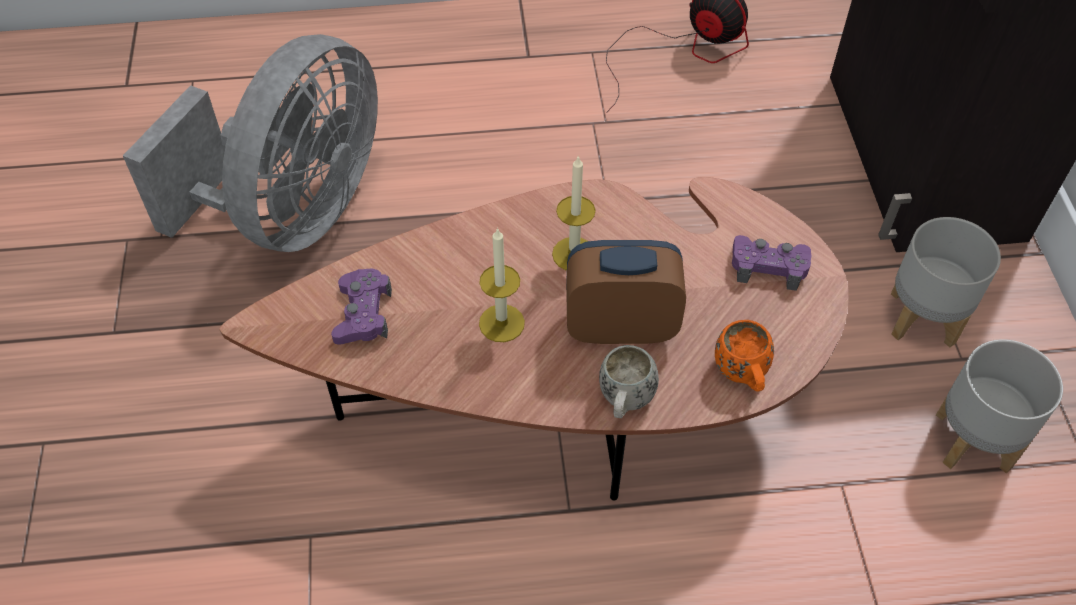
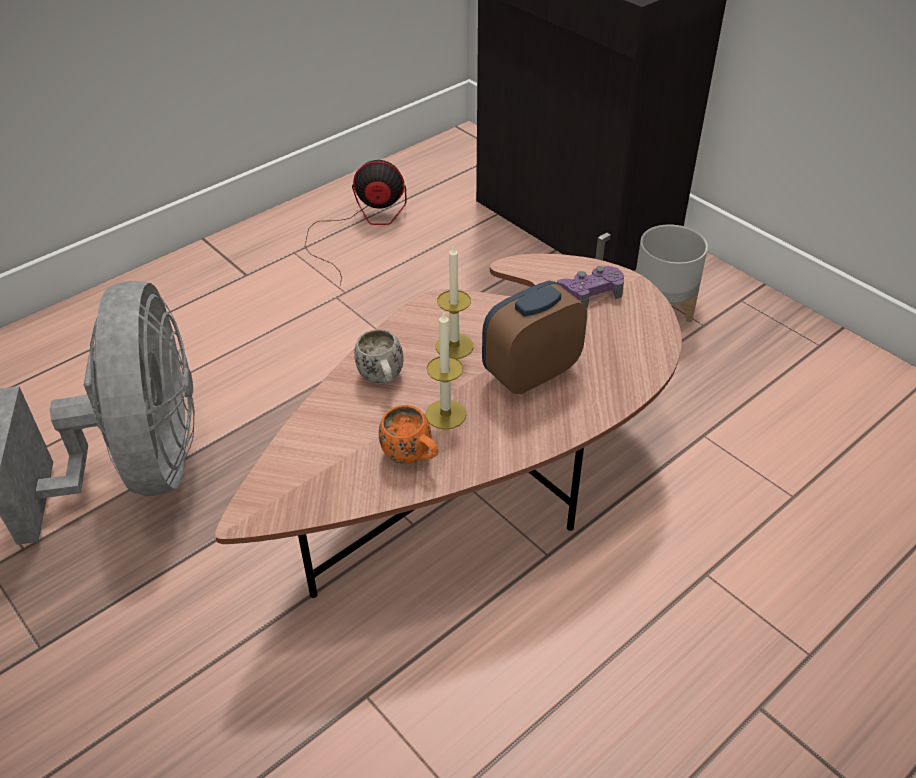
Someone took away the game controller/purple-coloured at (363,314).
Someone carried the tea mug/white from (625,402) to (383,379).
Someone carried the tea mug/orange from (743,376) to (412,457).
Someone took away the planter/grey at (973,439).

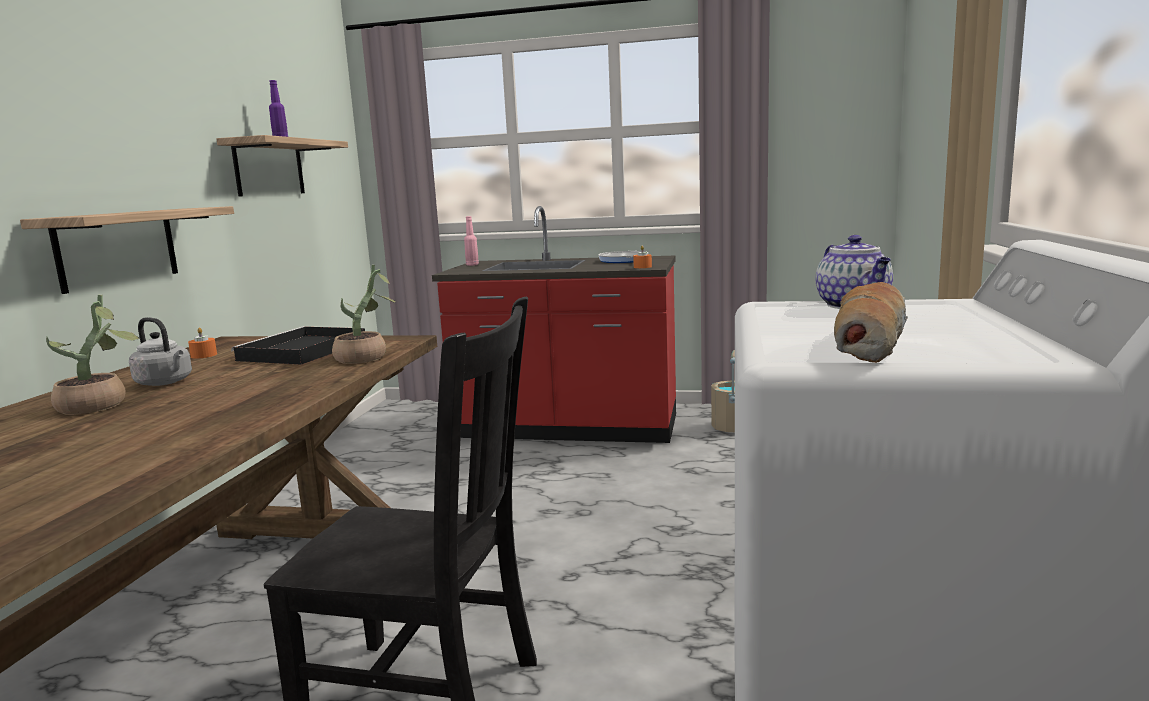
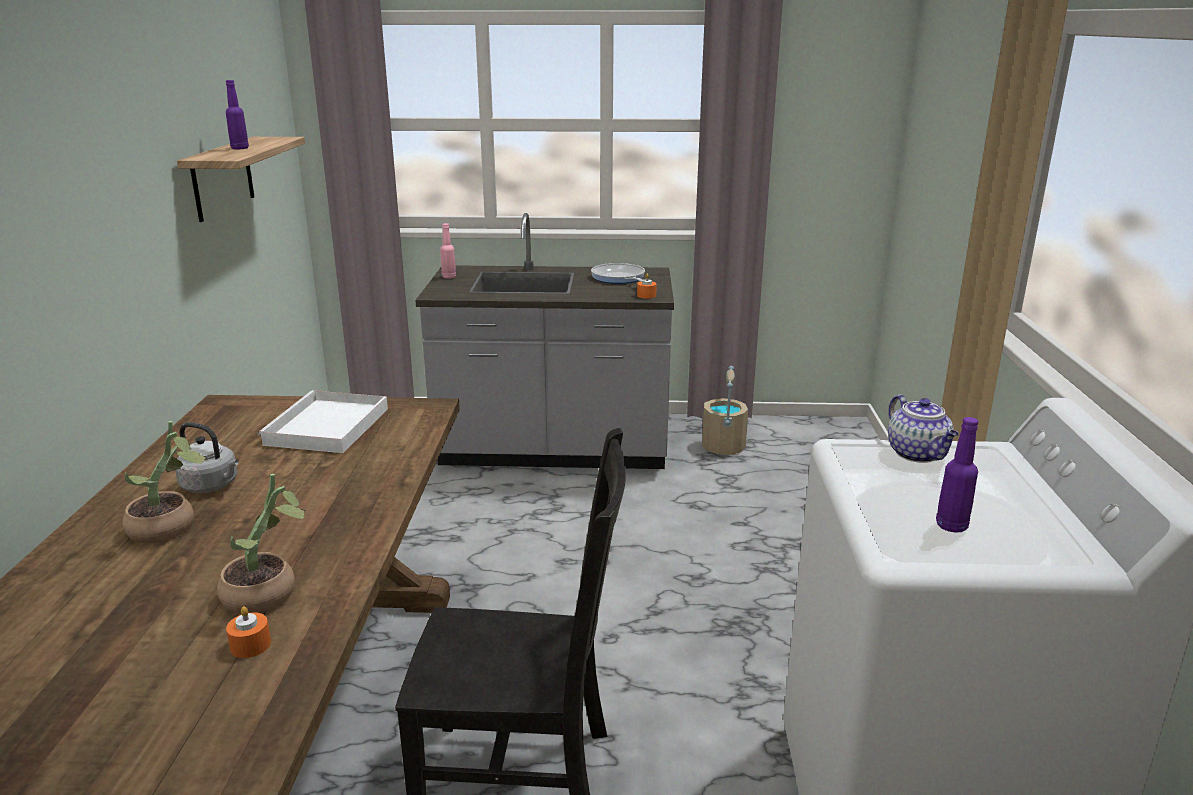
Someone took away the bracket shelf at (117,248).
Someone carried the candle/orange from (204,355) to (250,645).
Someone repainted the tray/black-coloured at (302,351), which became the tray/white at (327,427).
Someone carried the plant in a pot from (367,357) to (269,594).
Someone repainted the counter/red-coloured at (567,429), which became the counter/grey at (553,451).
Someone swapped the bread at (869,341) for the beverage bottle/purple-coloured at (951,526).

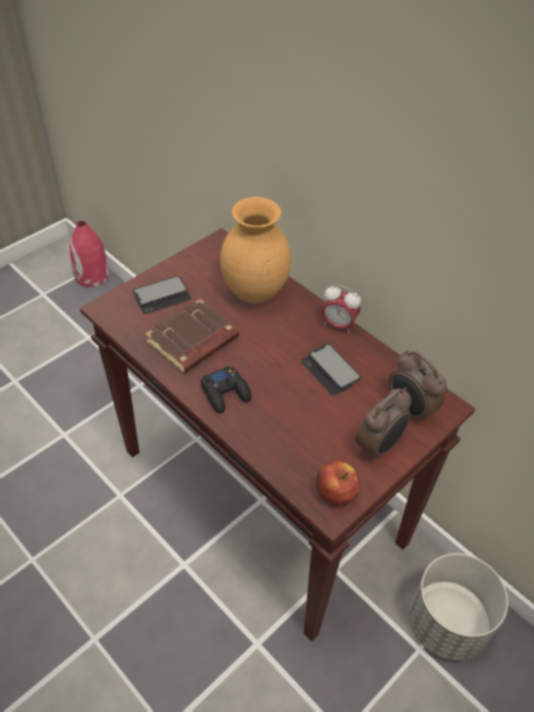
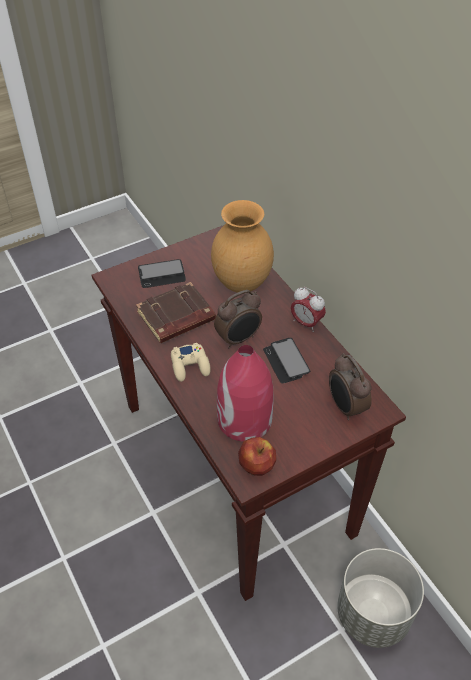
Someone carried the flower vase/red-coloured from (92,276) to (244,419).
Someone repainted the game controller/black-coloured at (226,393), which became the game controller/sand-coloured at (190,365).
Someone carried the table clock from (379,446) to (239,339).

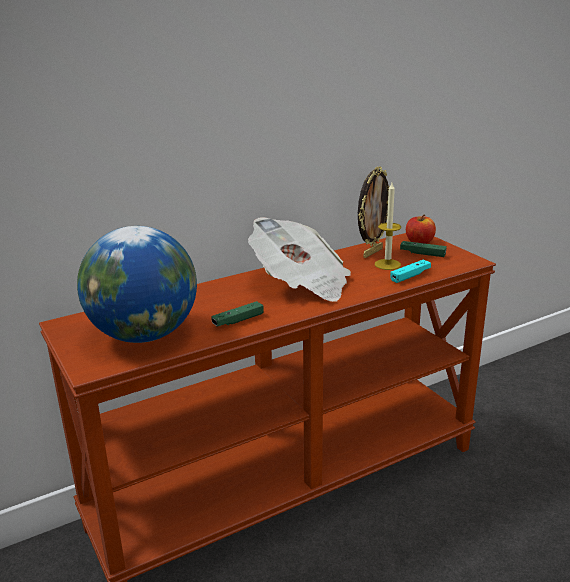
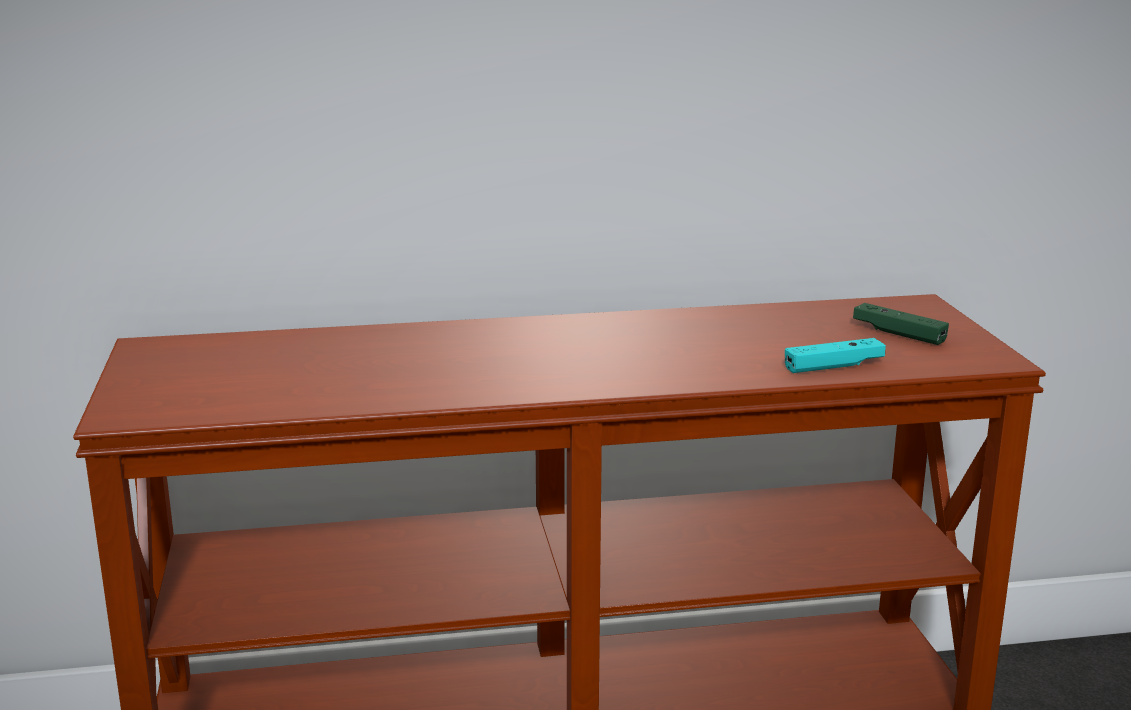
Someone took away the globe at (144,335).
Someone took away the game controller/greenish at (238,320).
Someone took away the daily paper at (301,284).
Someone took away the standing frame at (372,252).
Someone took away the candle at (387,264).
Someone took away the apple at (419,242).

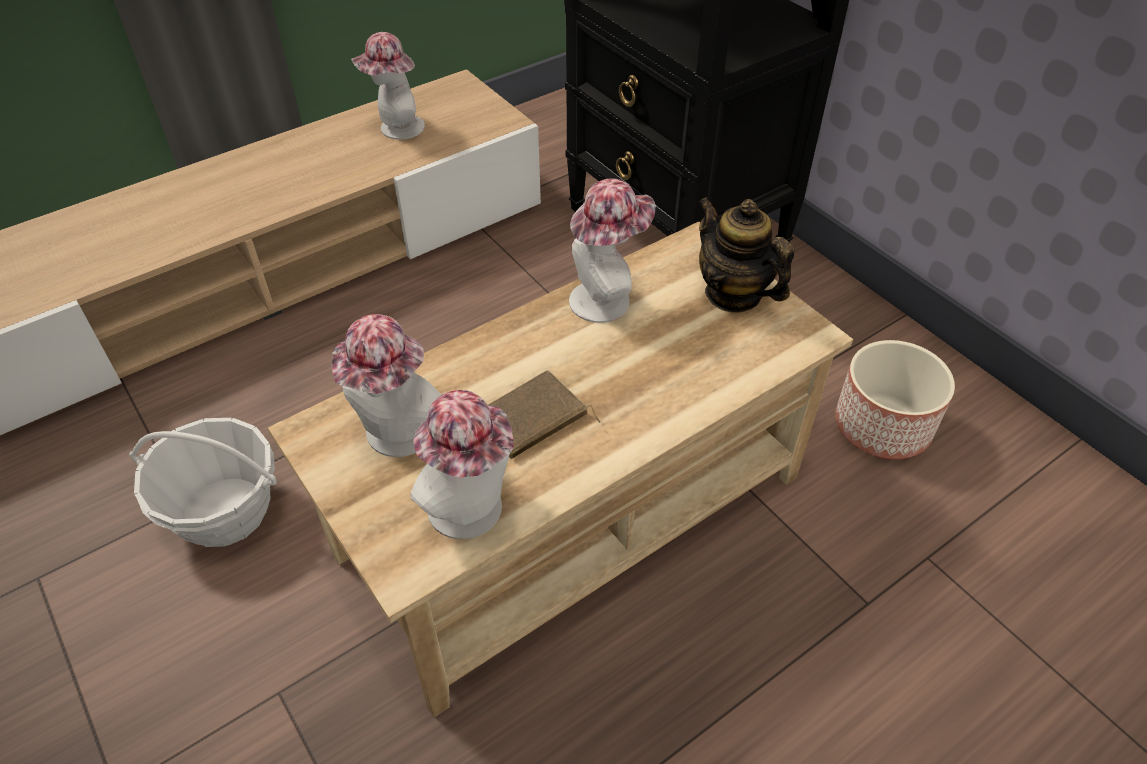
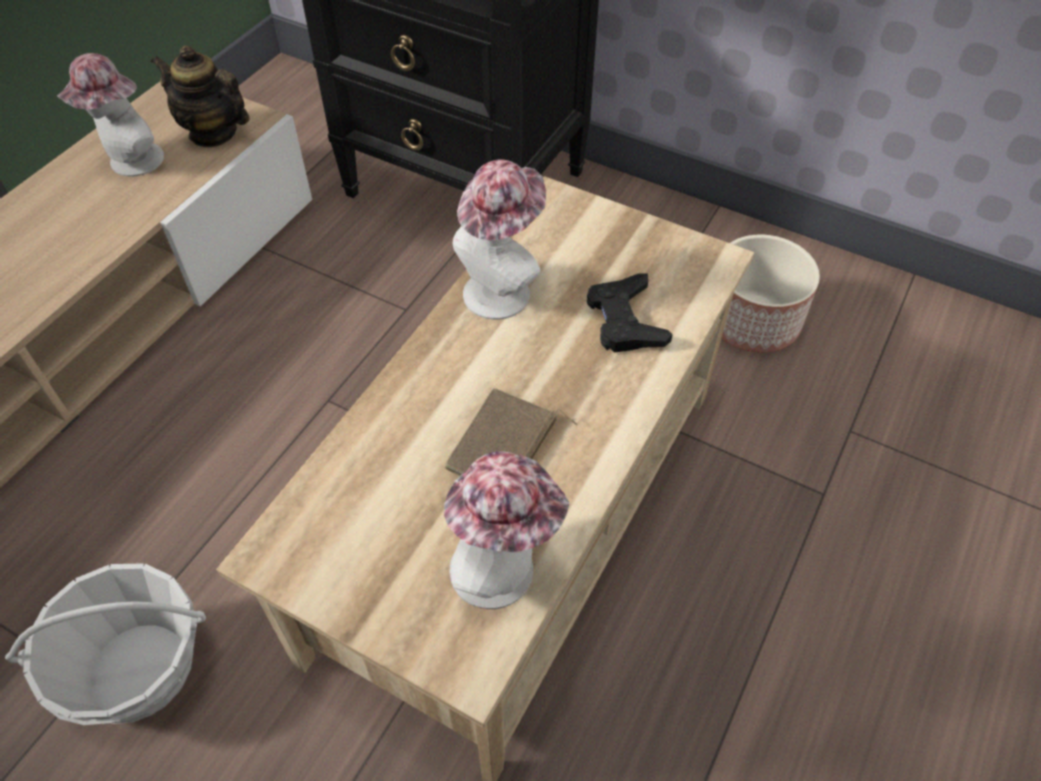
Someone took away the clothing hat at (397,437).
Someone carried the pot for tea from (733,294) to (213,133).
Someone put down the game controller/black-coloured at (625,320).

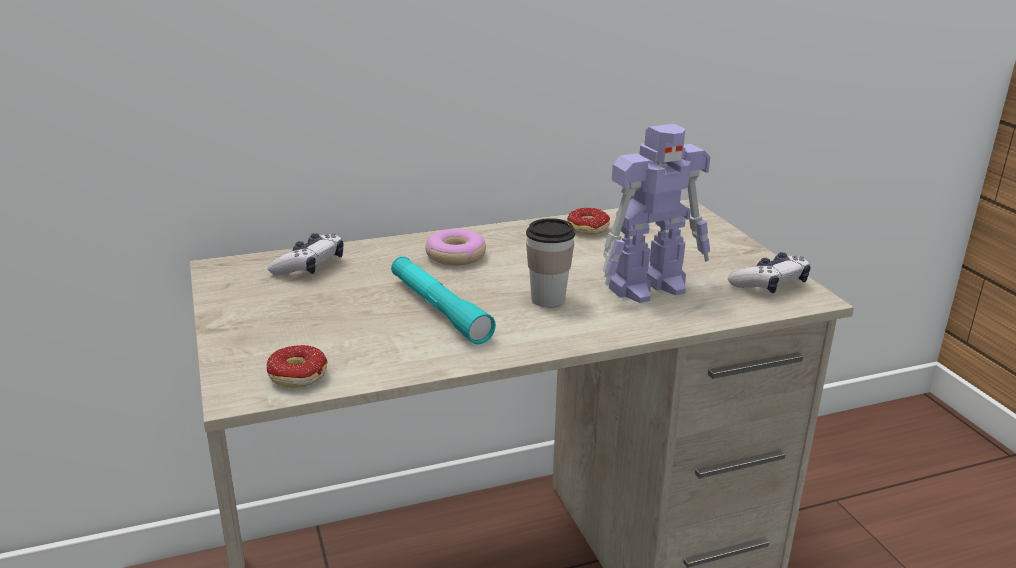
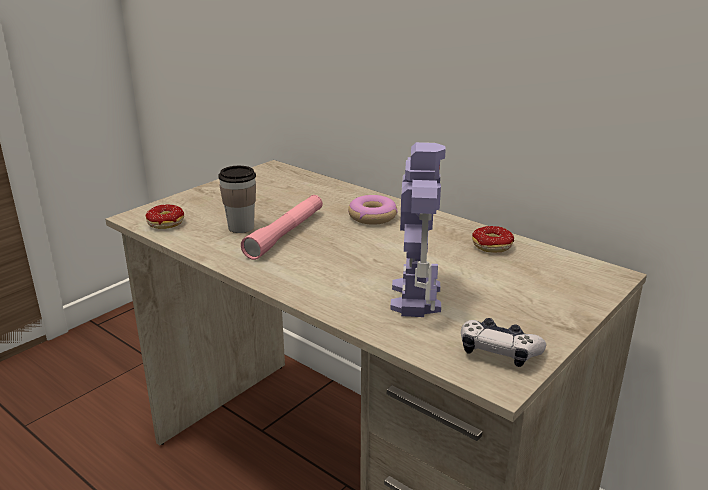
Someone took away the game controller at (309,266).
Someone repainted the hand torch/turquoise-coloured at (438,309), which became the hand torch/pink at (286,234).
Someone carried the cup from (548,299) to (241,227).
Someone rotated the toy robot at (650,287) by 120 degrees counterclockwise.

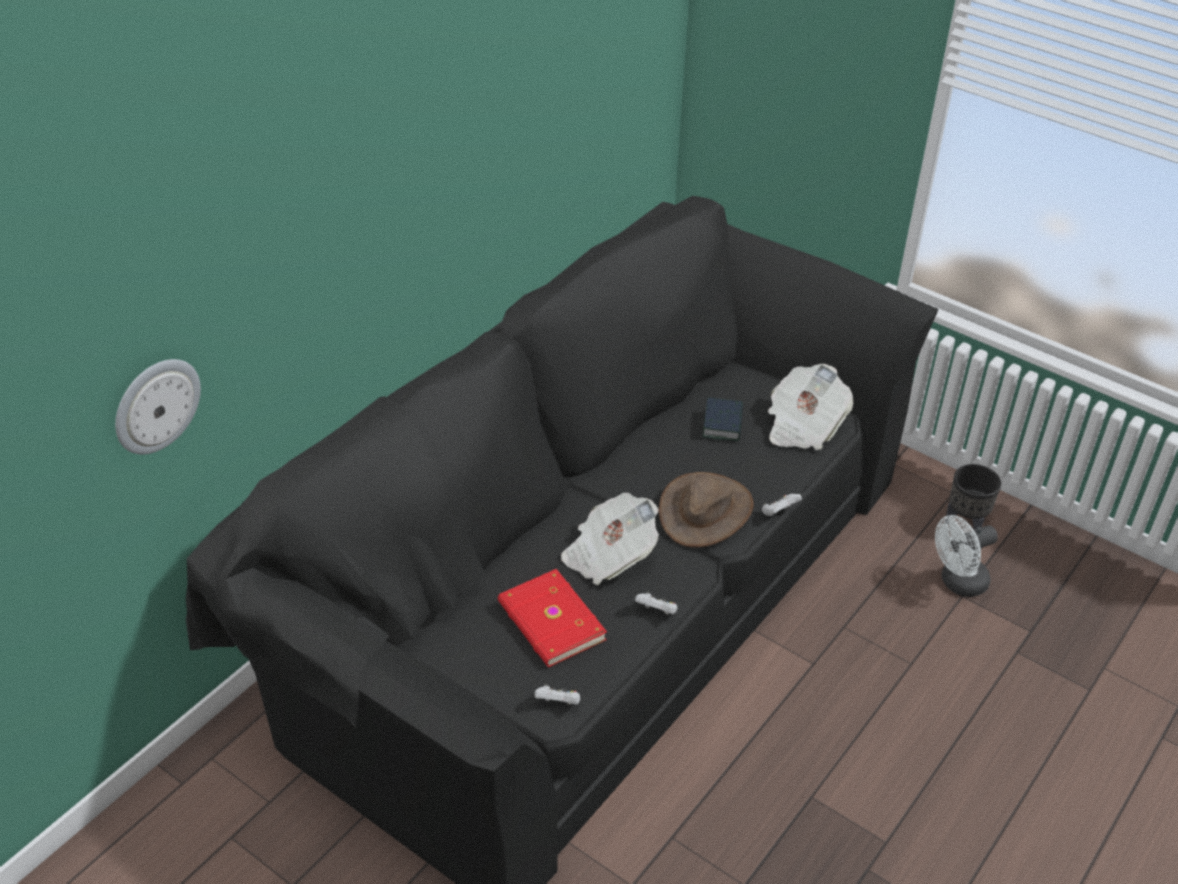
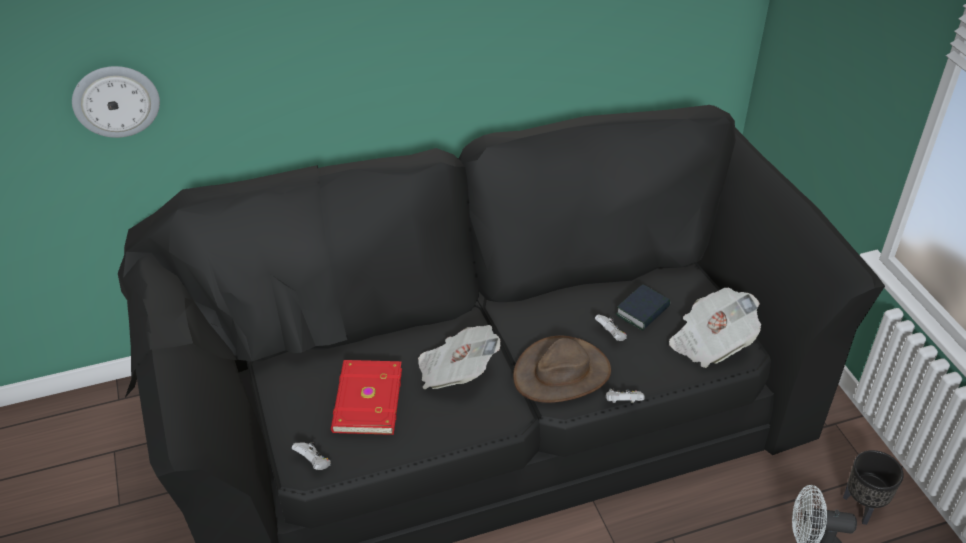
Someone carried the game controller/white from (657,611) to (611,335).

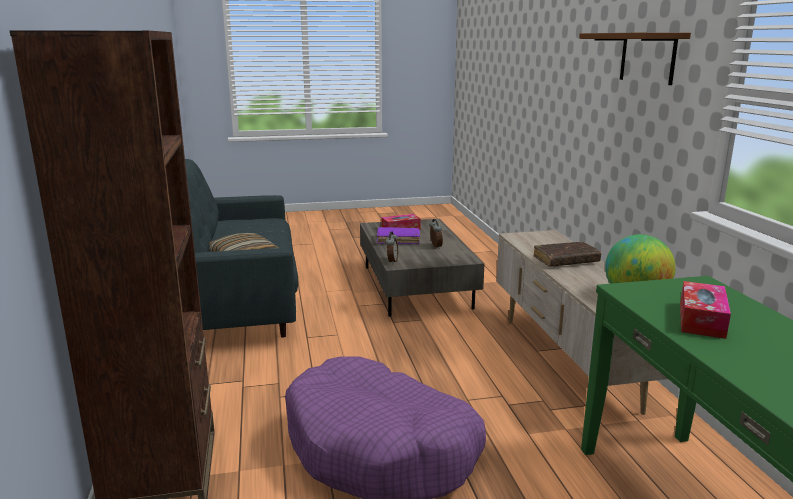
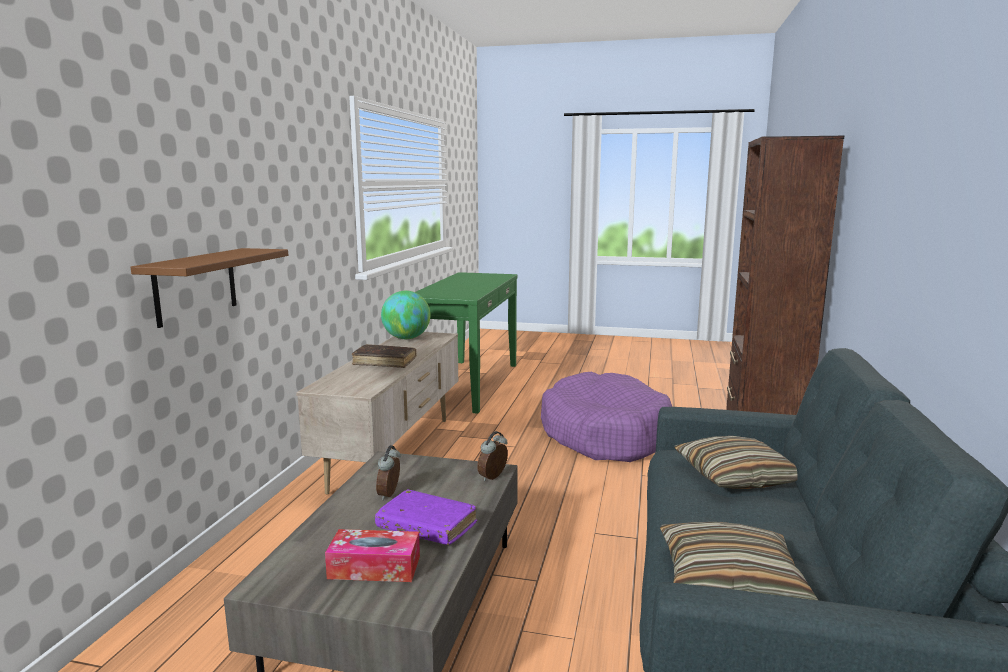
Someone carried the bracket shelf/brownish from (647,57) to (196,286).
Someone took away the tissue holder at (701,320).
Someone put down the cushion at (731,582).

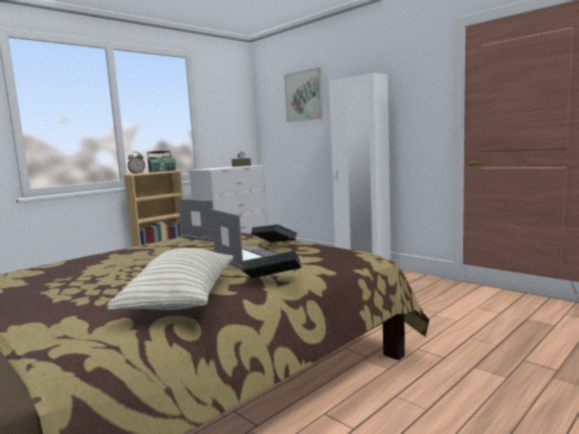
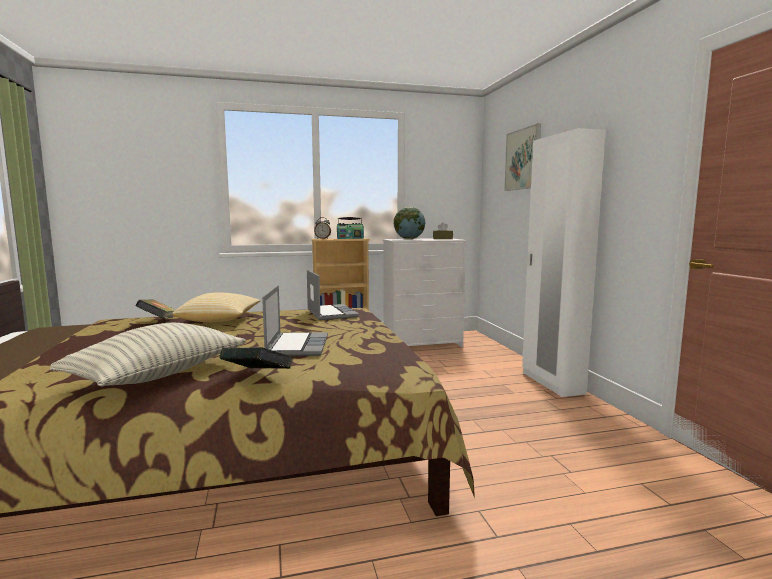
Someone carried the book from (274,246) to (158,321).
Someone put down the cushion at (220,320).
Someone put down the globe at (409,239).

